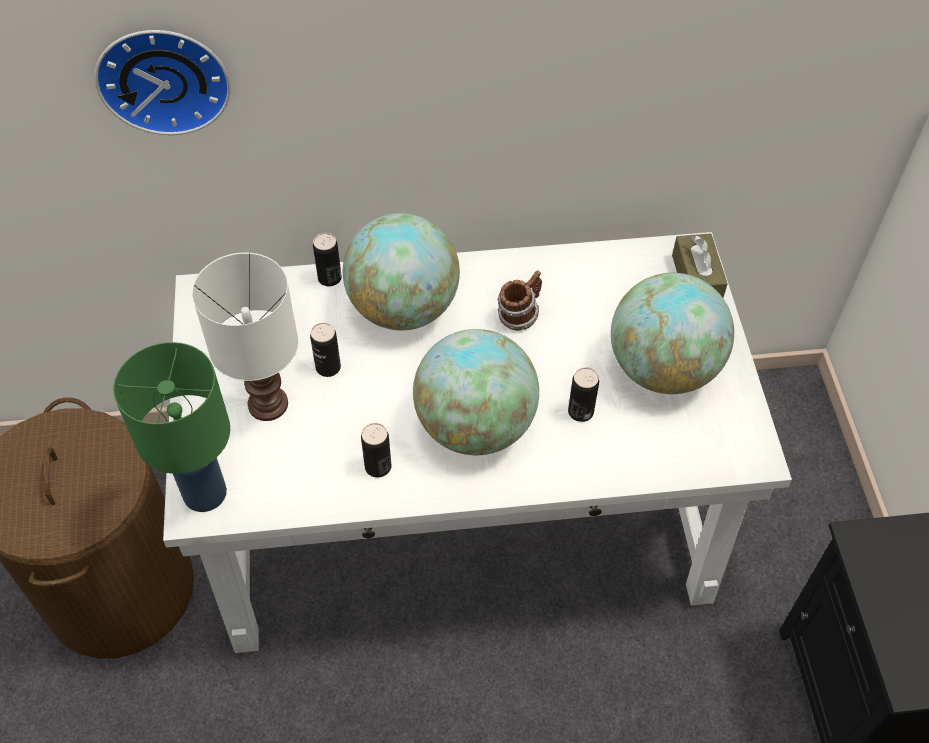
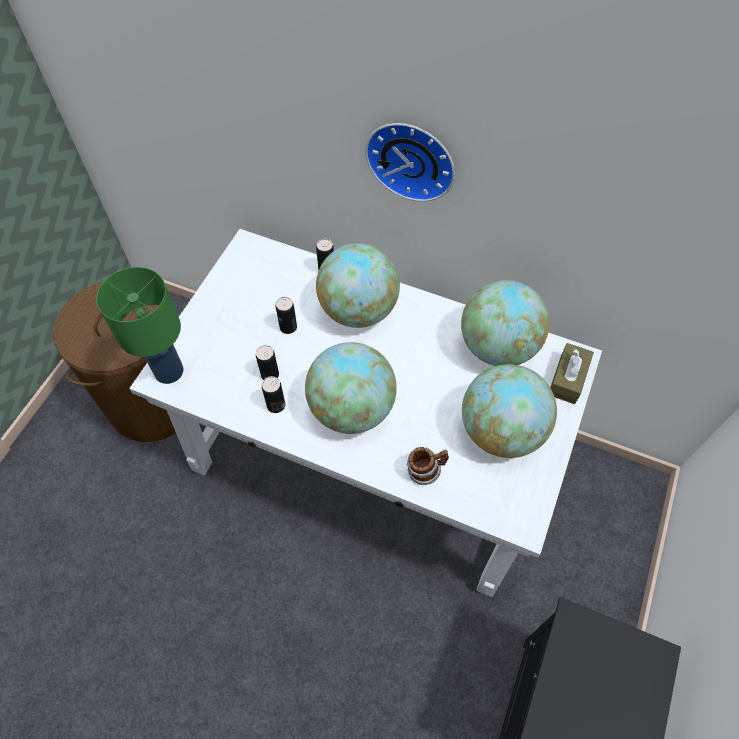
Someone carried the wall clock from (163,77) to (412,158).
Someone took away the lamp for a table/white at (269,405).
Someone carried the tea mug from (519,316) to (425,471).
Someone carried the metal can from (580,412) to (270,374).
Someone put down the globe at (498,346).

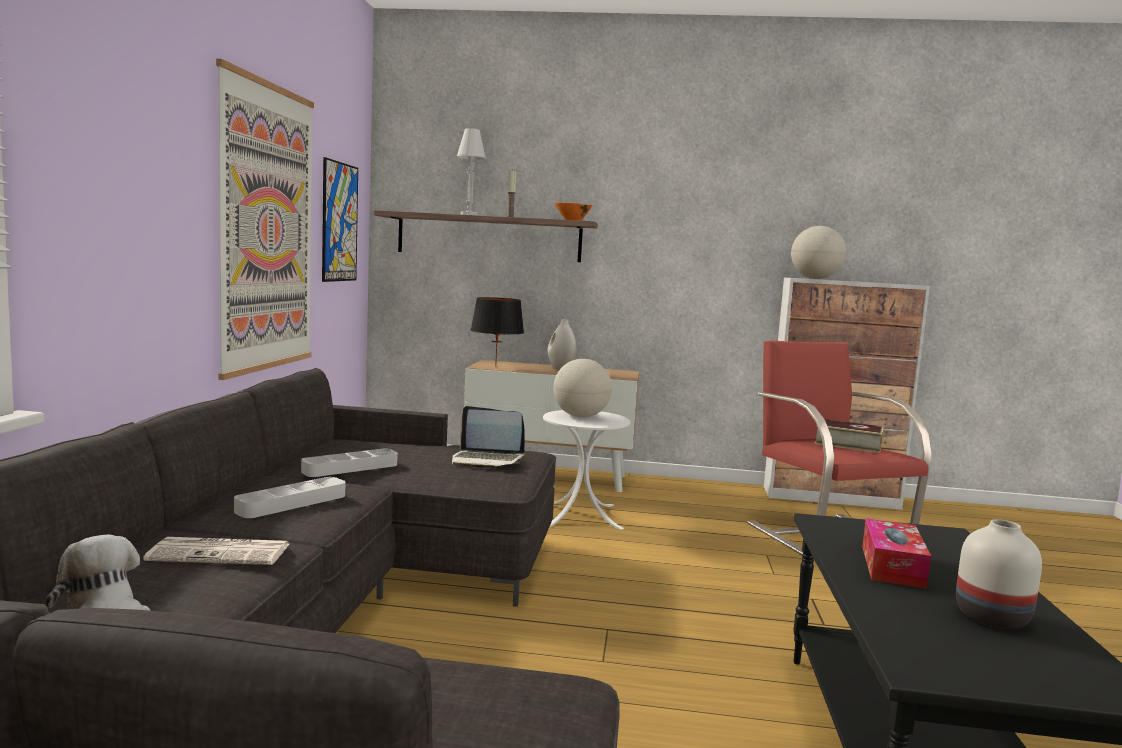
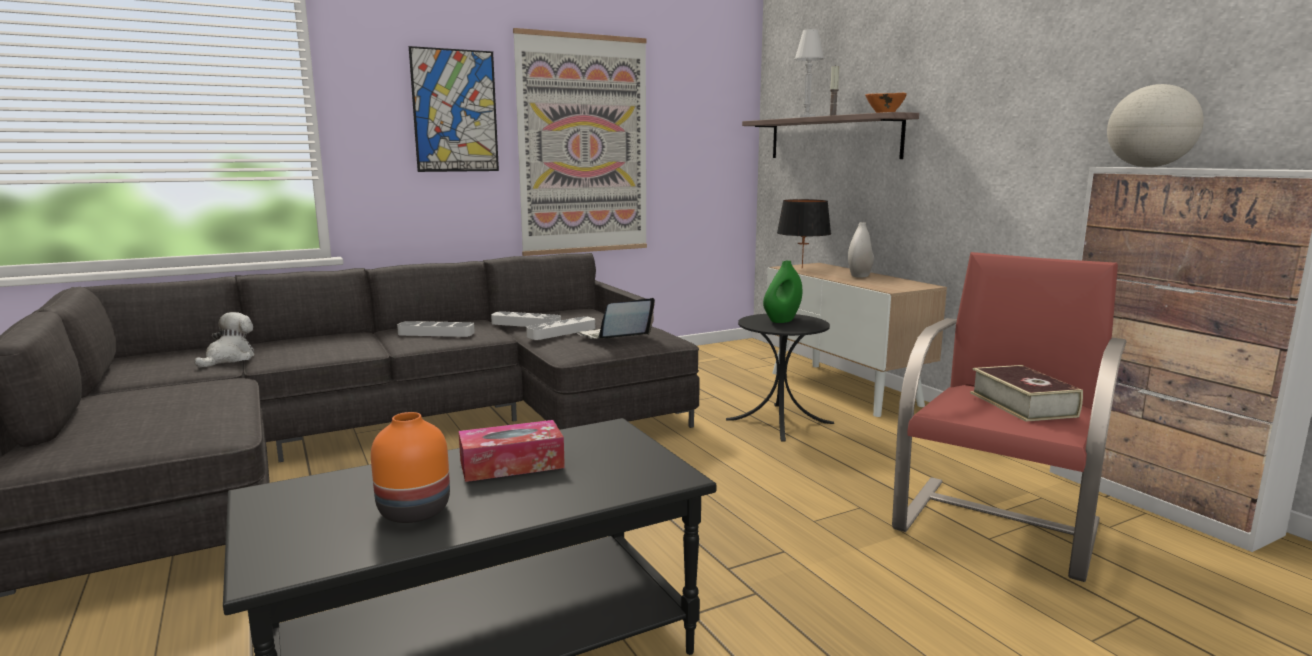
Someone took away the daily paper at (222,553).
Someone carried the wall art from (339,222) to (455,111).
Someone rotated the laptop at (487,460) by 75 degrees clockwise.
Someone repainted the end table/white at (580,515), which became the end table/black-coloured at (779,421).
Someone swapped the globe at (581,416) for the flower vase/greenish at (782,320).
Someone repainted the flower vase/white at (991,616), which became the flower vase/orange at (416,510).
Someone put down the tray/grey at (561,332).

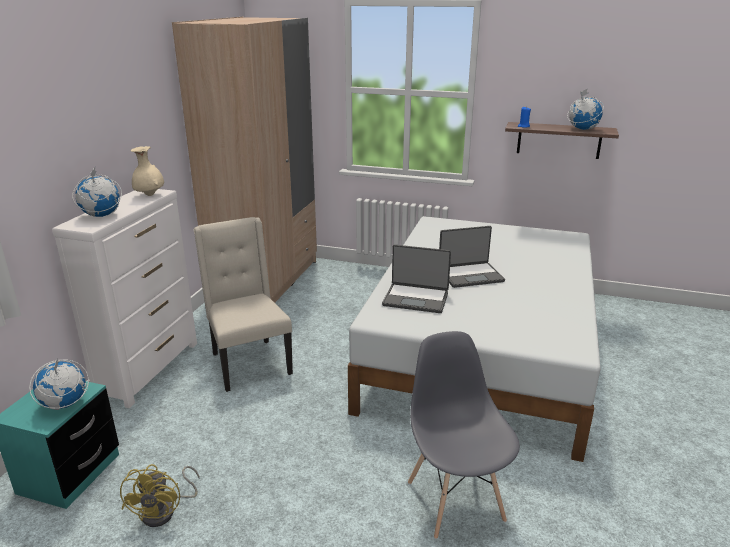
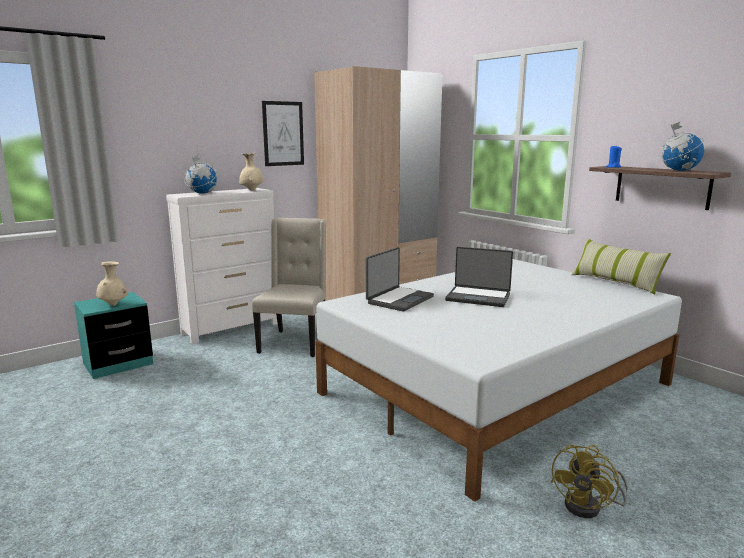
Someone swapped the globe at (64,404) for the flower vase/sand-coloured at (113,305).
Someone carried the electric fan/yellow-coloured from (165,511) to (589,507).
Someone rotated the laptop at (416,298) by 105 degrees counterclockwise.
Someone took away the chair/grey at (455,500).
Someone put up the wall art at (283,133).
Someone put down the cushion at (615,282).

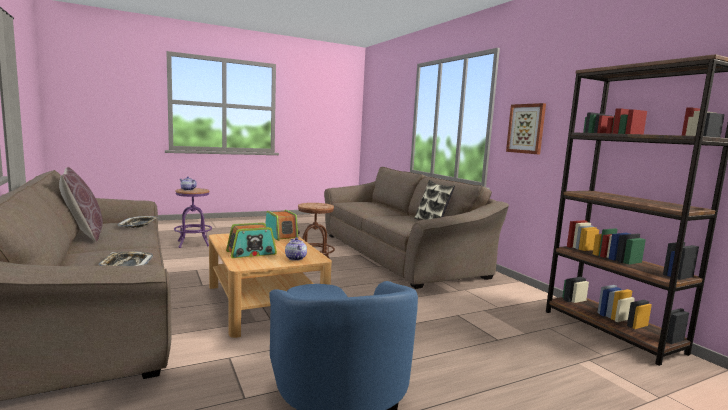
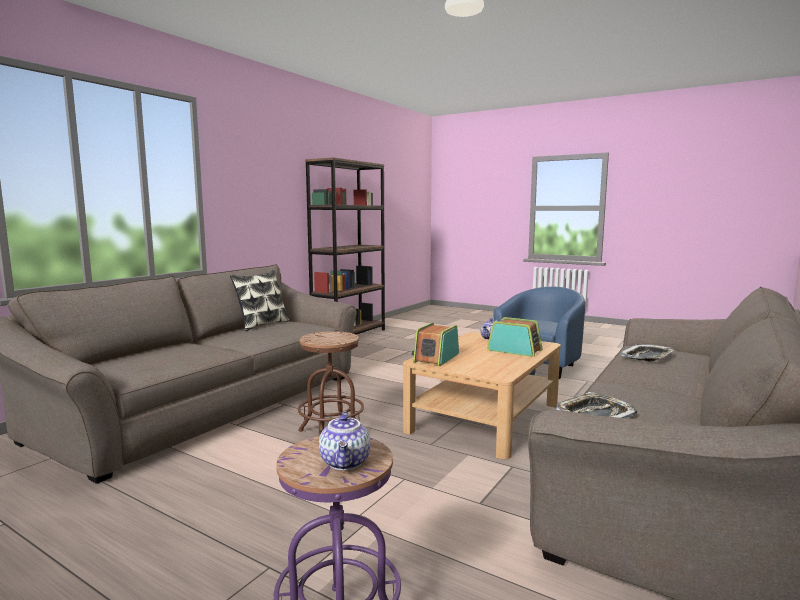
Someone took away the cushion/brownish at (83,234).
Someone took away the wall art at (526,128).

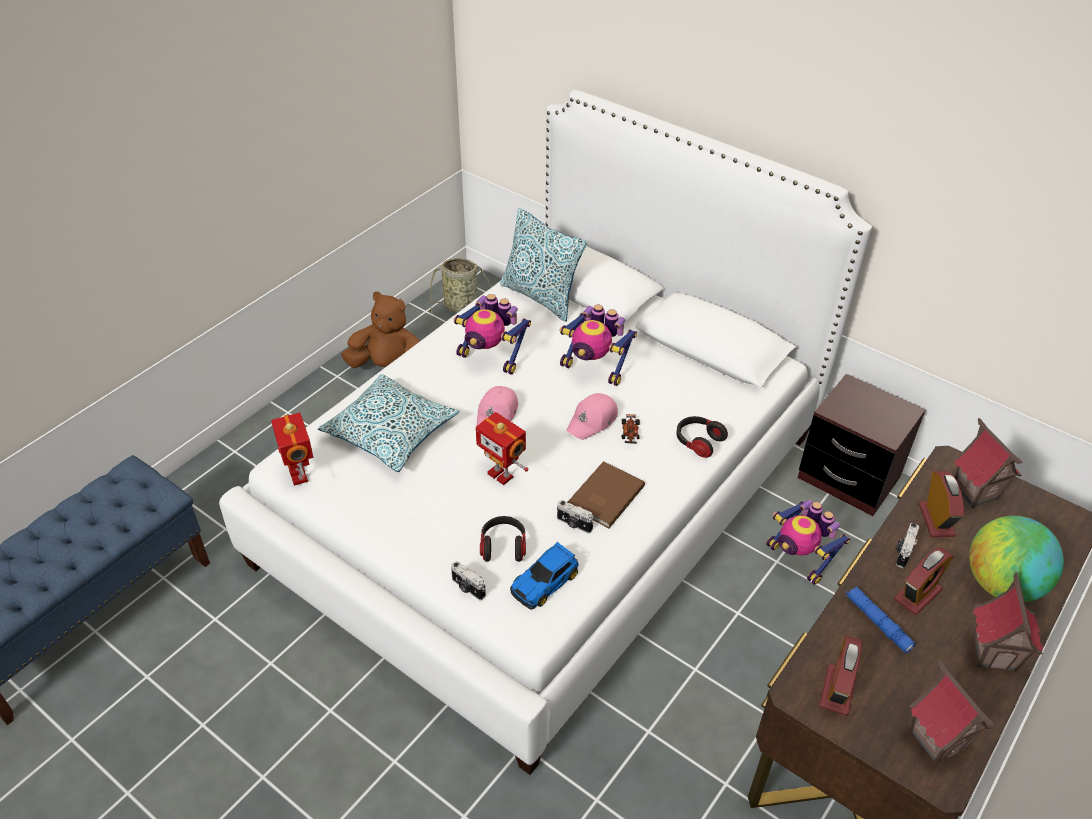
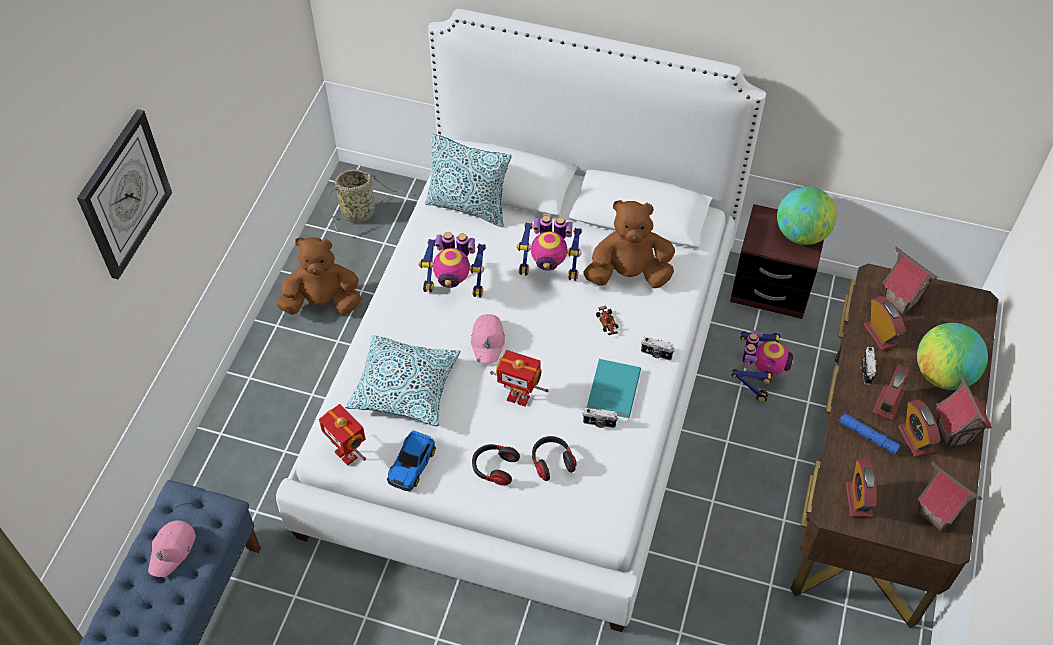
Someone carried the still camera from (467,588) to (656,354).
Someone carried the model car from (545,581) to (412,464).
Someone carried the peaked cap/pink from (593,421) to (172,550).
Someone repainted the book/brownish at (603,496), which became the book/turquoise-coloured at (611,390).
Someone carried the headset from (698,442) to (494,468).
Someone rotated the toy robot at (798,559) by 105 degrees counterclockwise.
Someone put up the wall clock at (124,194).
Someone put down the soft toy/brownish at (628,274).
Someone put down the globe at (801,234).
Someone put down the table clock at (914,439).

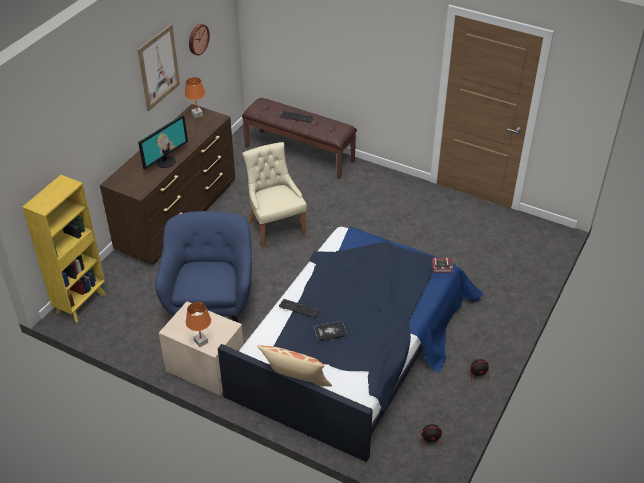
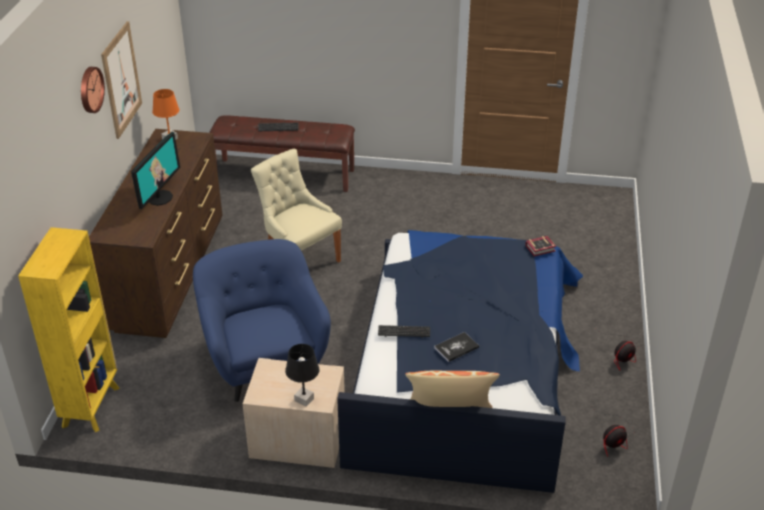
Someone repainted the lamp for a table/orange at (200,341), which became the lamp for a table/black-coloured at (303,399).
Someone carried the wall clock from (197,39) to (90,89).

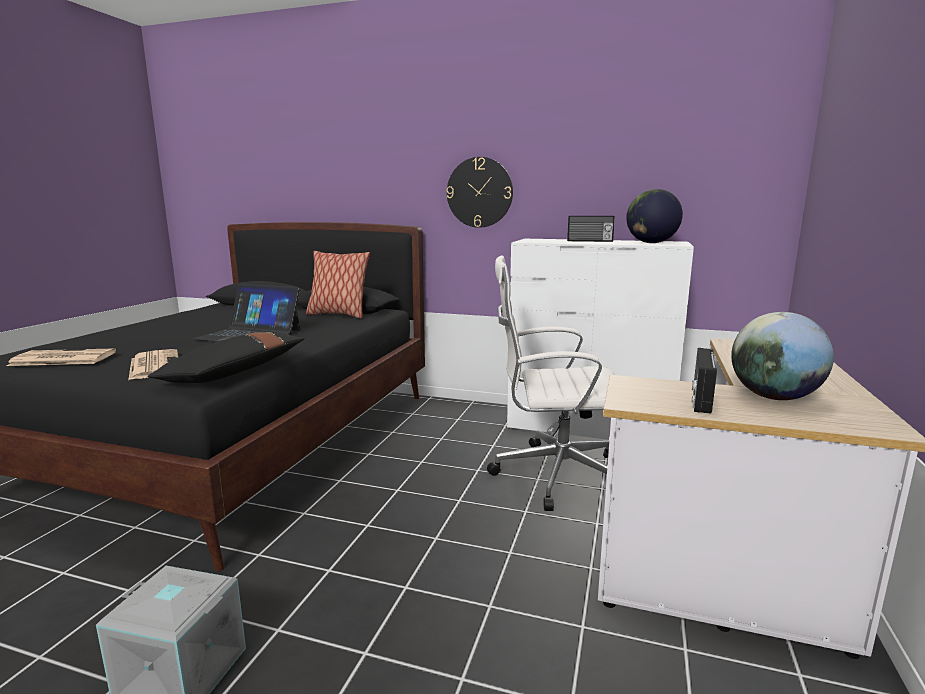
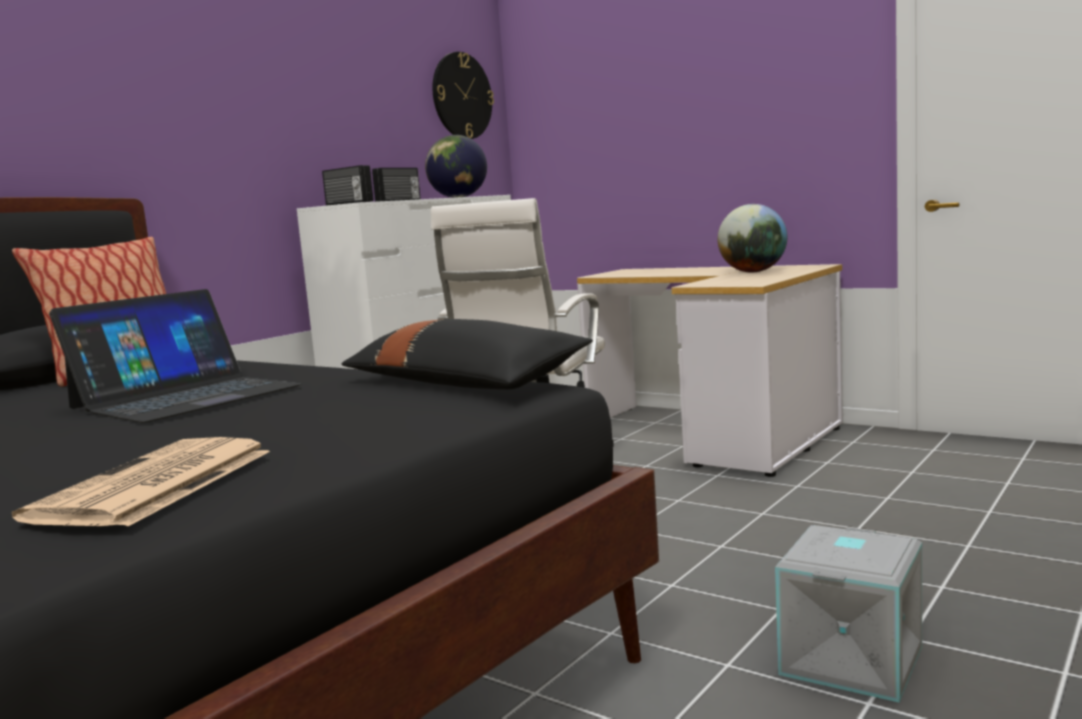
Someone took away the daily paper at (154,365).
Someone carried the wall clock from (479,192) to (462,96).
Someone carried the radio receiver from (699,399) to (348,203).

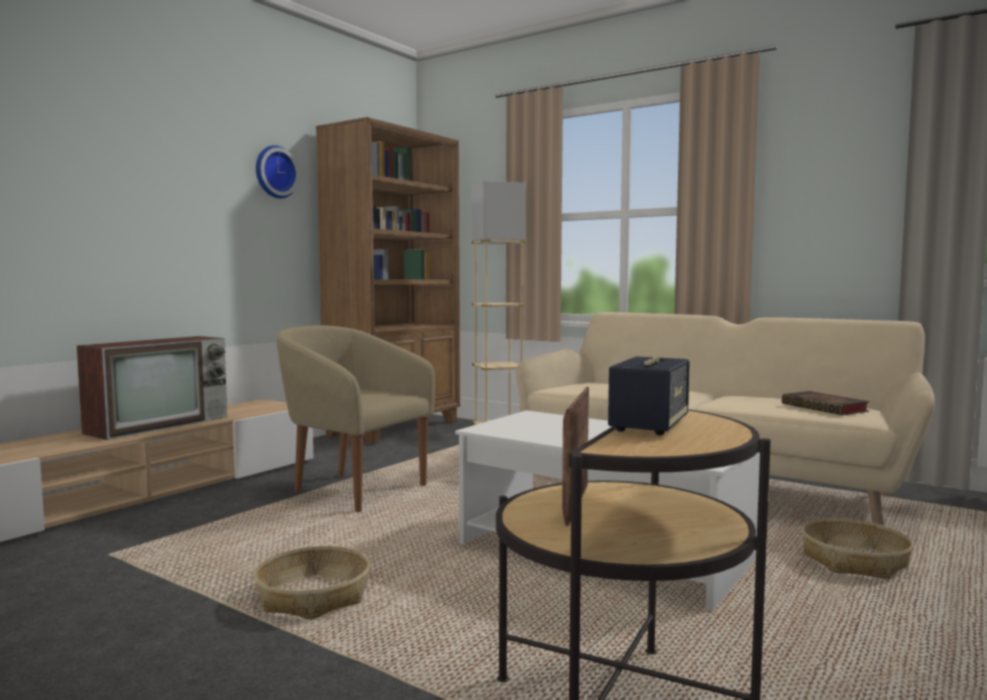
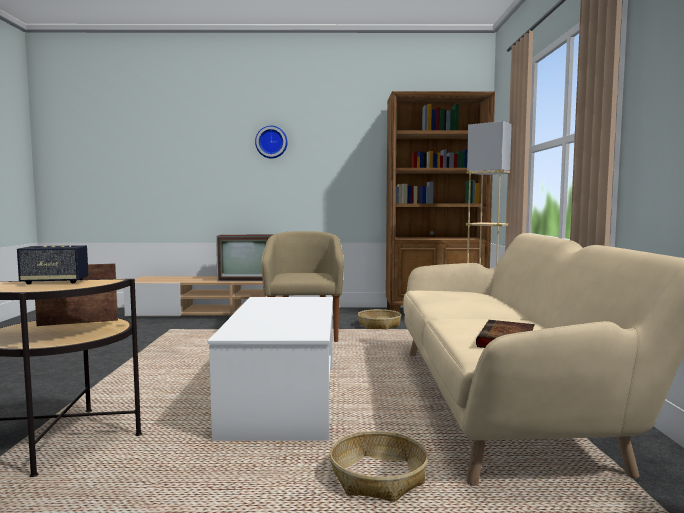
Someone carried the basket from (313,596) to (379,325).
Someone carried the wall clock from (274,172) to (271,142).

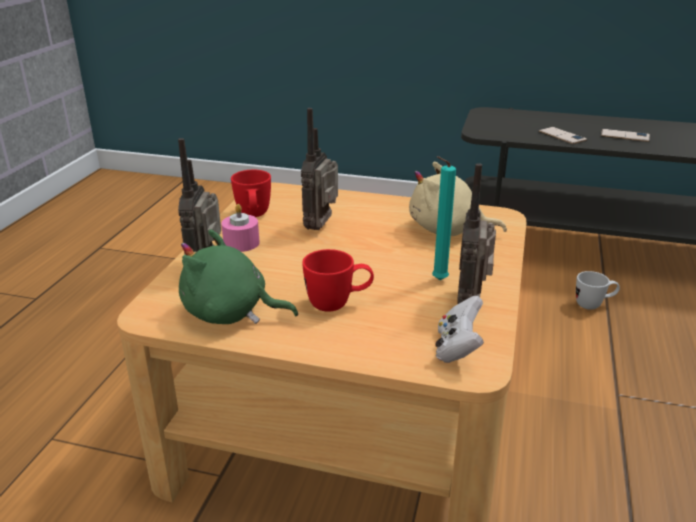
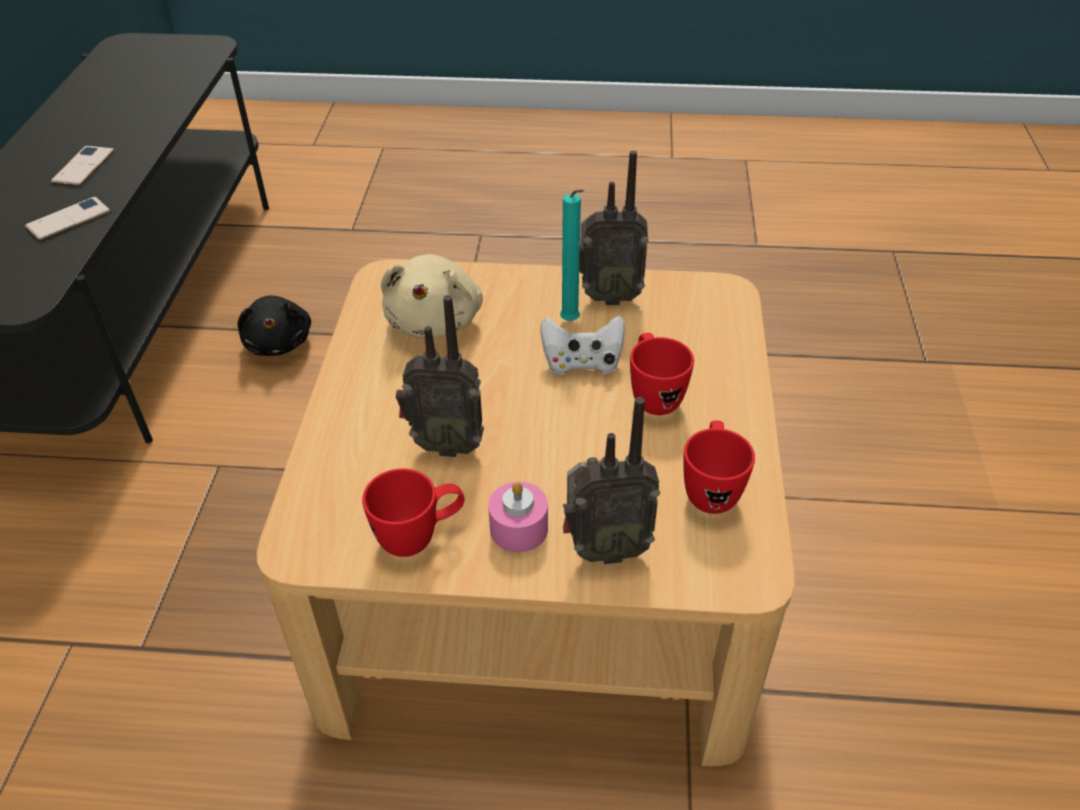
Someone swapped the soft toy/greenish at (230,313) for the tea mug/red-coloured at (711,489).
Someone carried the game controller/white from (457,348) to (582,363).
Someone swapped the tea mug/white at (593,305) for the soft toy/black-coloured at (279,342).

